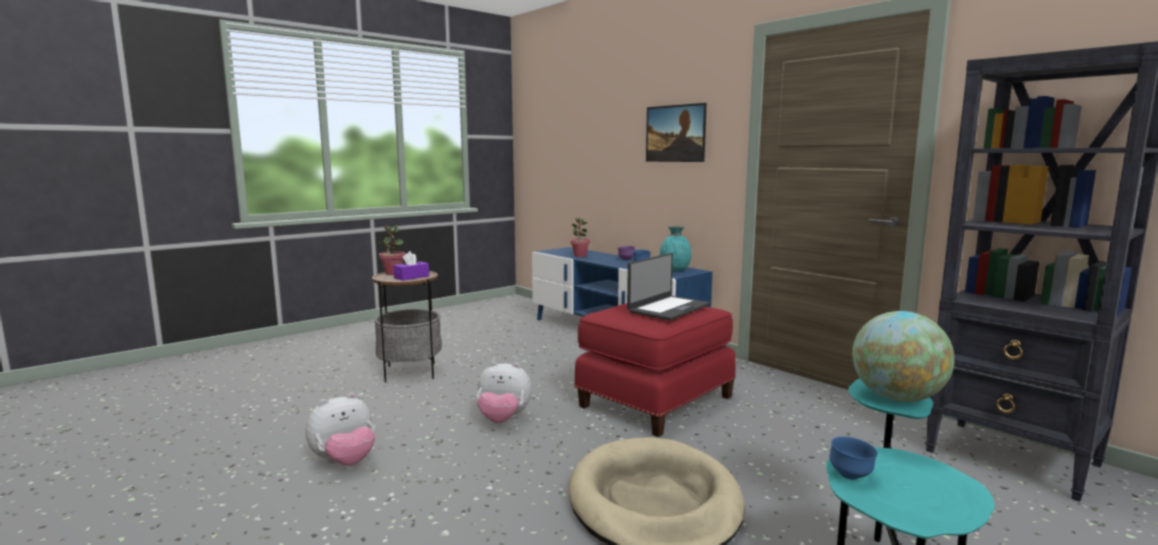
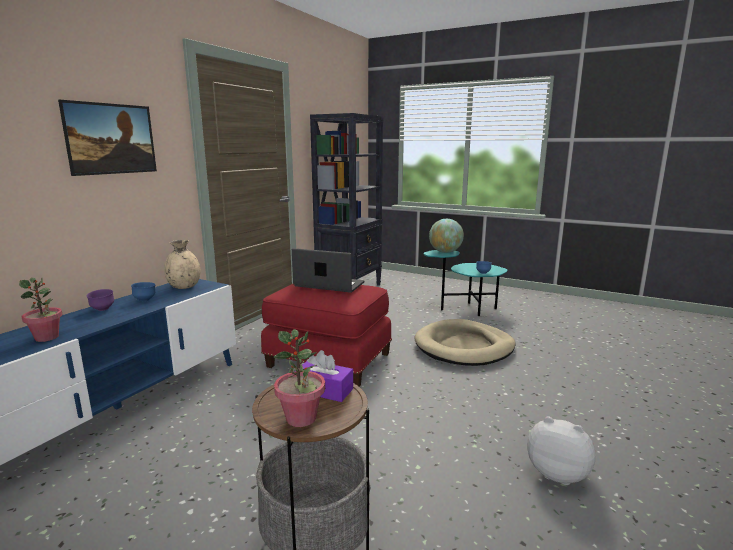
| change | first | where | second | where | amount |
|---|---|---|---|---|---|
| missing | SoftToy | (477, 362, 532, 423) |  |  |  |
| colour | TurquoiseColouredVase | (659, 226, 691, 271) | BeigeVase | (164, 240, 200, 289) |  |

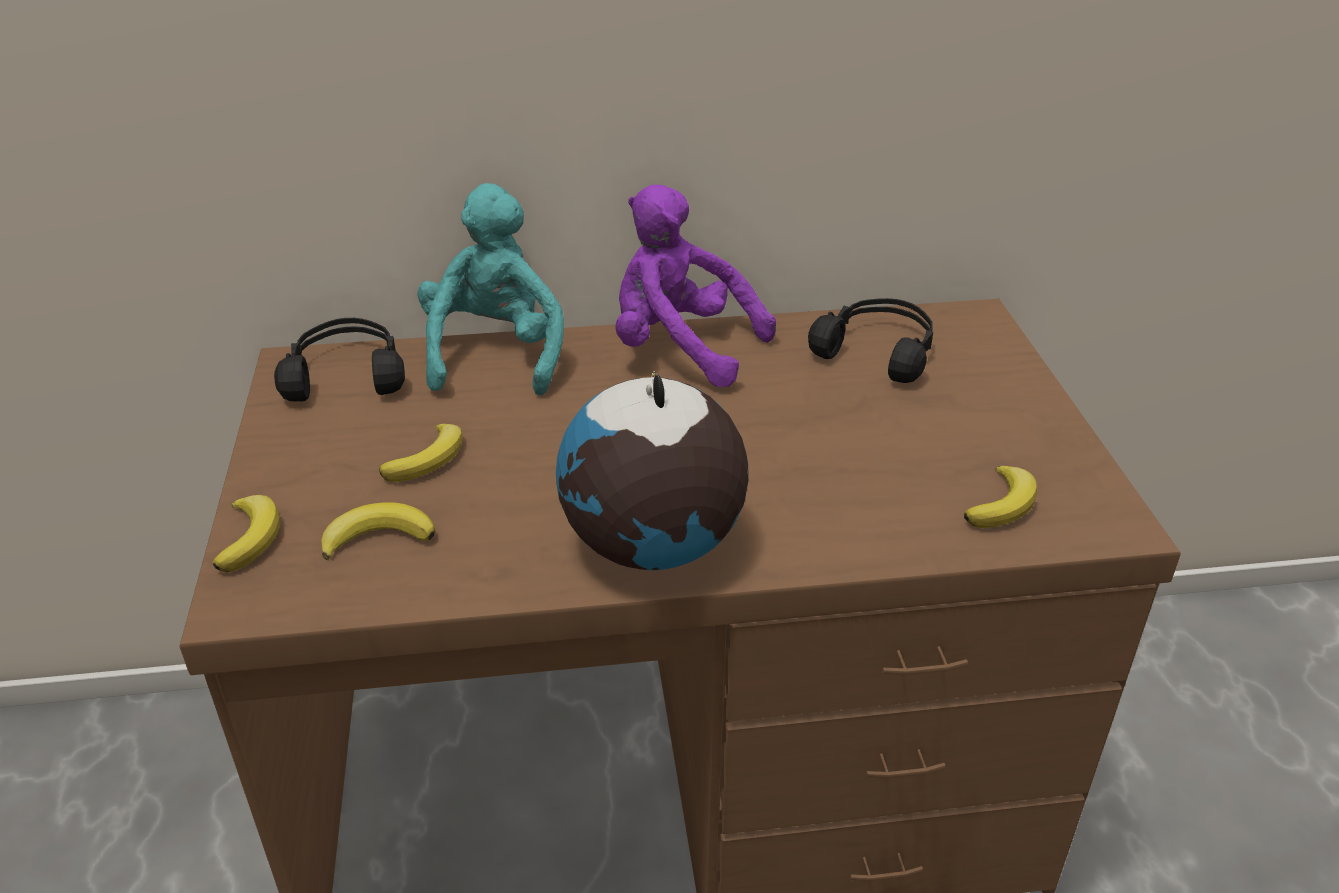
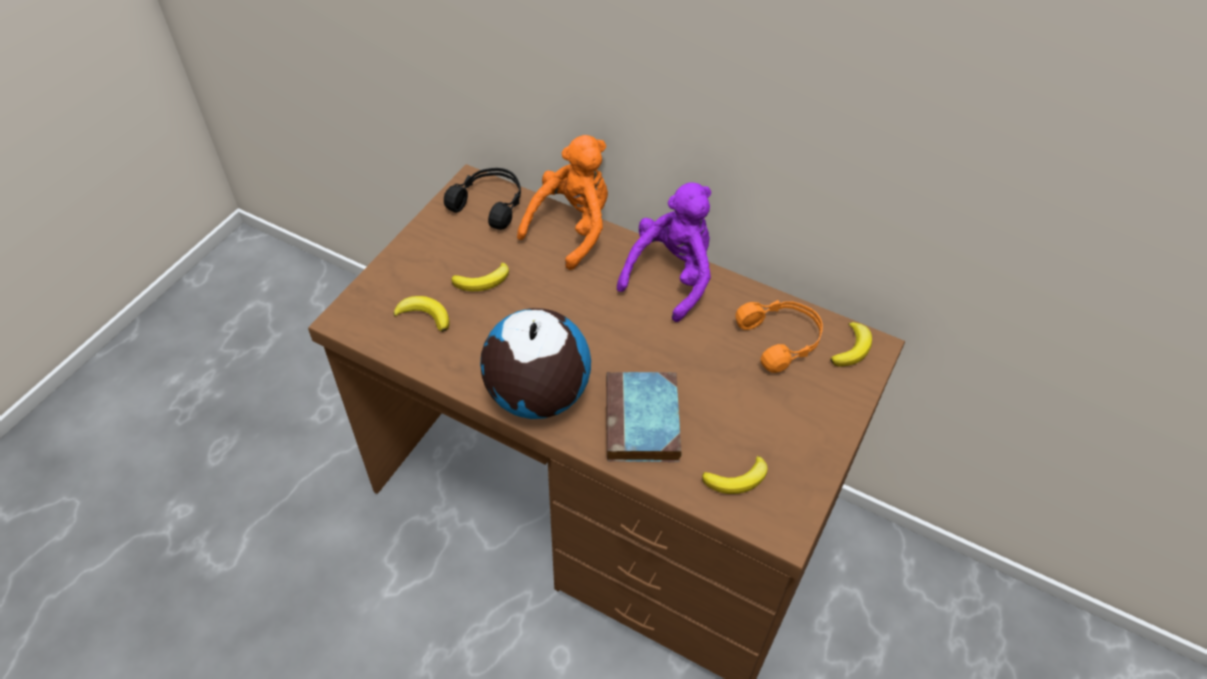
| change | first | where | second | where | amount |
|---|---|---|---|---|---|
| appeared |  |  | Book | (606, 372, 682, 462) |  |
| relocated | WholeBanana | (213, 495, 280, 573) |  | (830, 322, 872, 367) |  |
| colour | TurquoiseColouredSoftToy | (418, 183, 564, 395) | OrangeColouredSoftToy | (517, 135, 608, 270) |  |
| colour | BlackishHeadset | (808, 298, 933, 383) | OrangeColouredHeadset | (736, 300, 823, 373) |  |
| spun | PurpleSoftToy | (615, 185, 776, 387) |  | (617, 182, 711, 322) | 60 degrees clockwise |

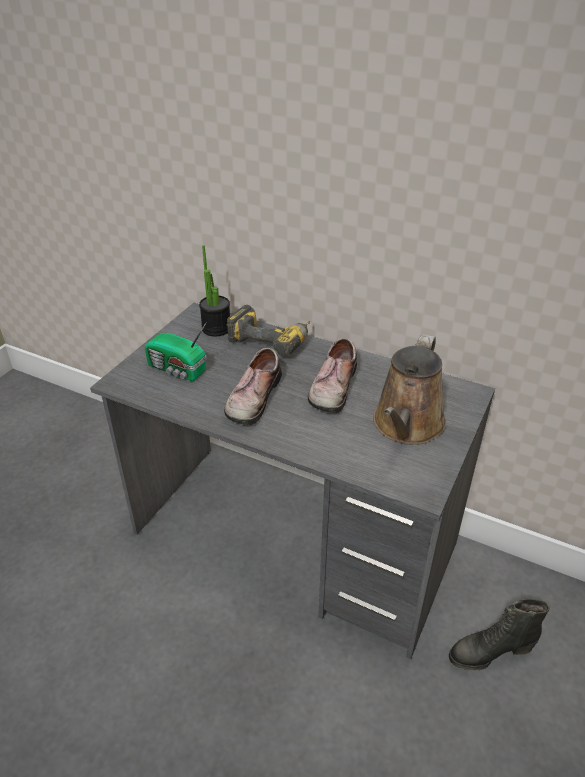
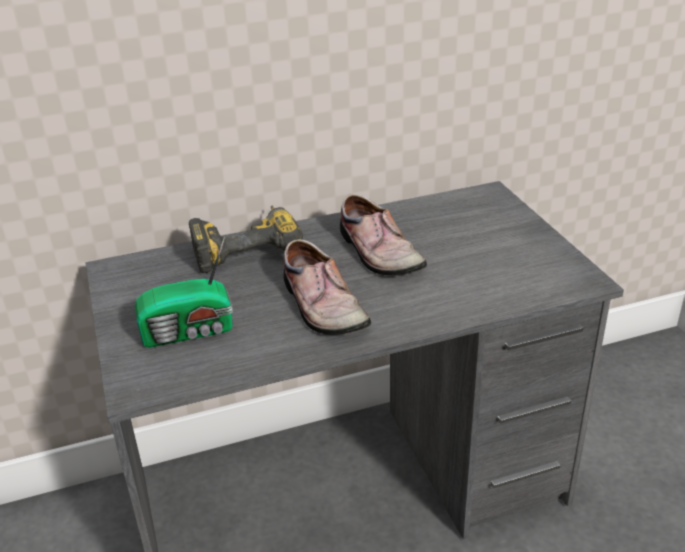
| change | first | where | second | where | amount |
|---|---|---|---|---|---|
| missing | PottedPlant | (199, 245, 230, 336) |  |  |  |
| missing | BrownSprinklingCan | (373, 334, 446, 445) |  |  |  |
| missing | BlackishTallBoot | (449, 598, 550, 671) |  |  |  |

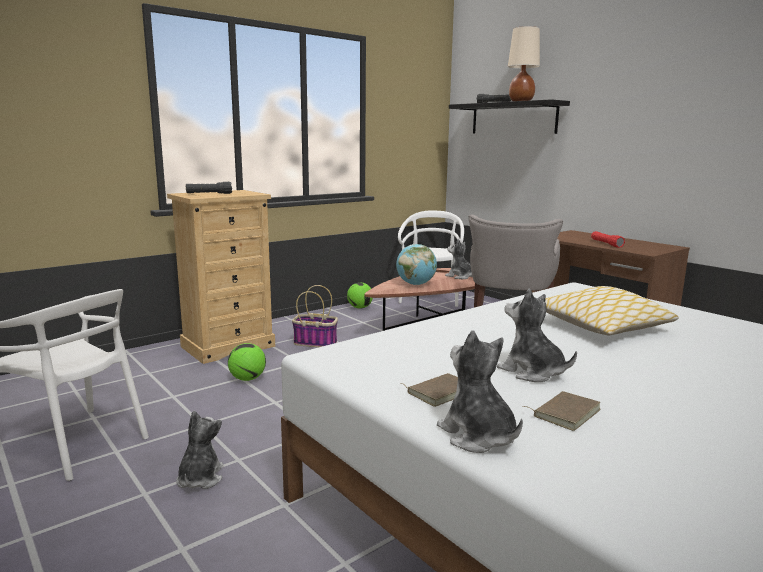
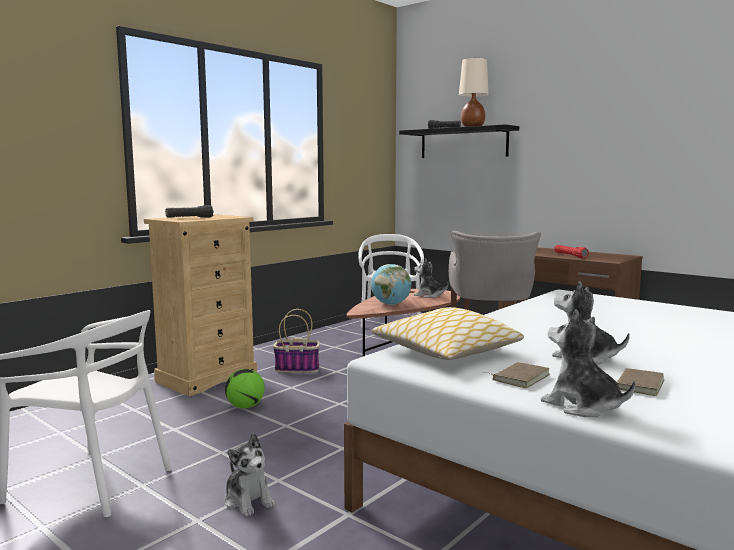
| change | first | where | second | where | amount |
|---|---|---|---|---|---|
| missing | FootballBall | (347, 282, 373, 309) |  |  |  |
| relocated | ThrowPillow | (545, 286, 679, 336) |  | (372, 307, 524, 360) |  |
| spun | SoftToy | (176, 411, 223, 489) |  | (224, 433, 275, 517) | 150 degrees clockwise |

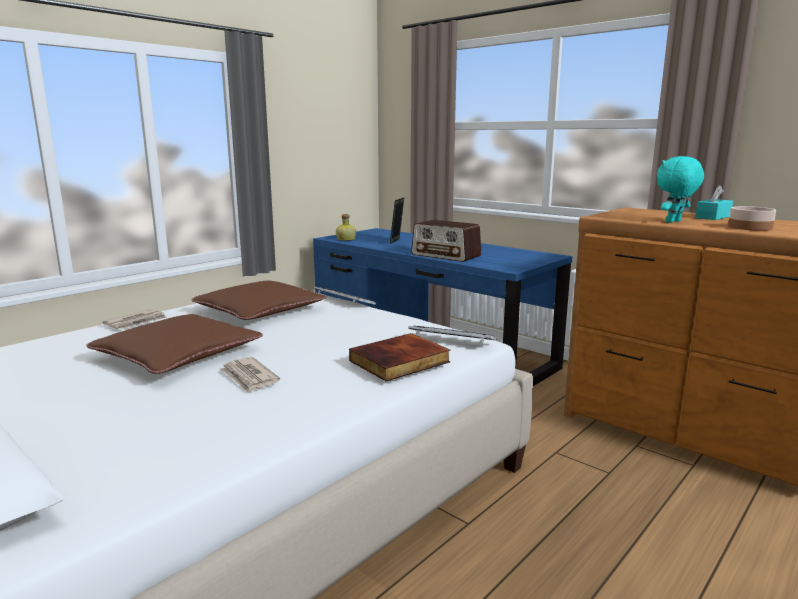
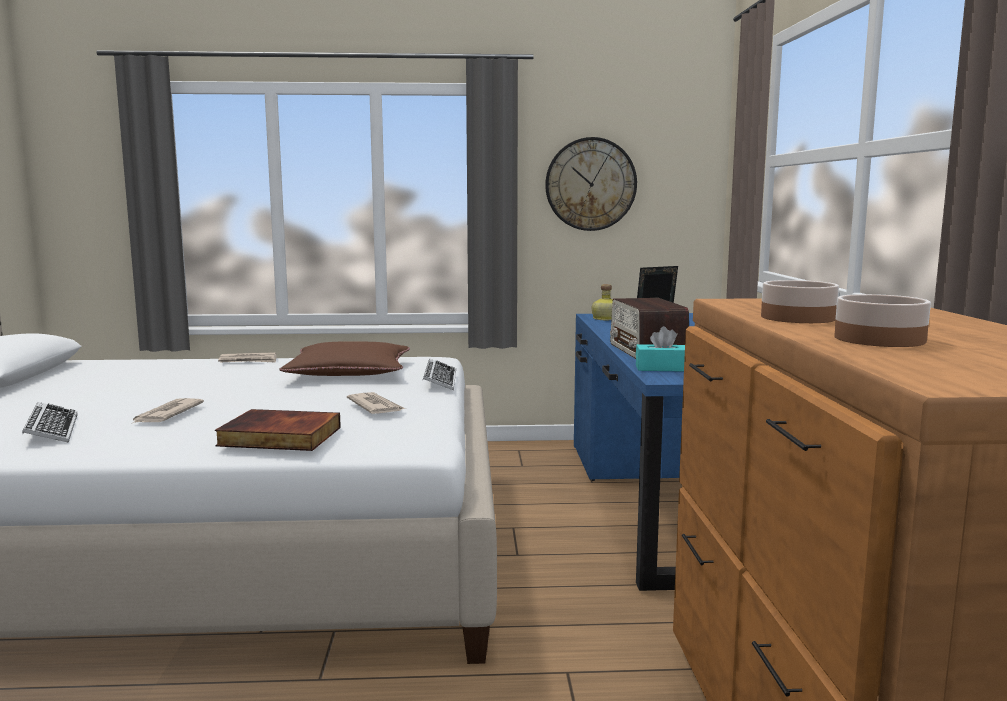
| change | first | where | second | where | amount |
|---|---|---|---|---|---|
| missing | BrownThrowPillow | (86, 314, 263, 374) |  |  |  |
| appeared |  |  | Newspaper | (347, 392, 406, 414) |  |
| appeared |  |  | WallClock | (545, 137, 637, 231) |  |
| relocated | ComputerKeyboard | (408, 326, 496, 341) |  | (22, 402, 78, 443) |  |
| relocated | TurquoiseColouredBoxOfTissues | (695, 185, 733, 220) |  | (636, 326, 685, 372) |  |
| exchanged | TurquoiseColouredSoftToy | (657, 156, 704, 223) | DeepDish | (761, 280, 839, 323) |  |

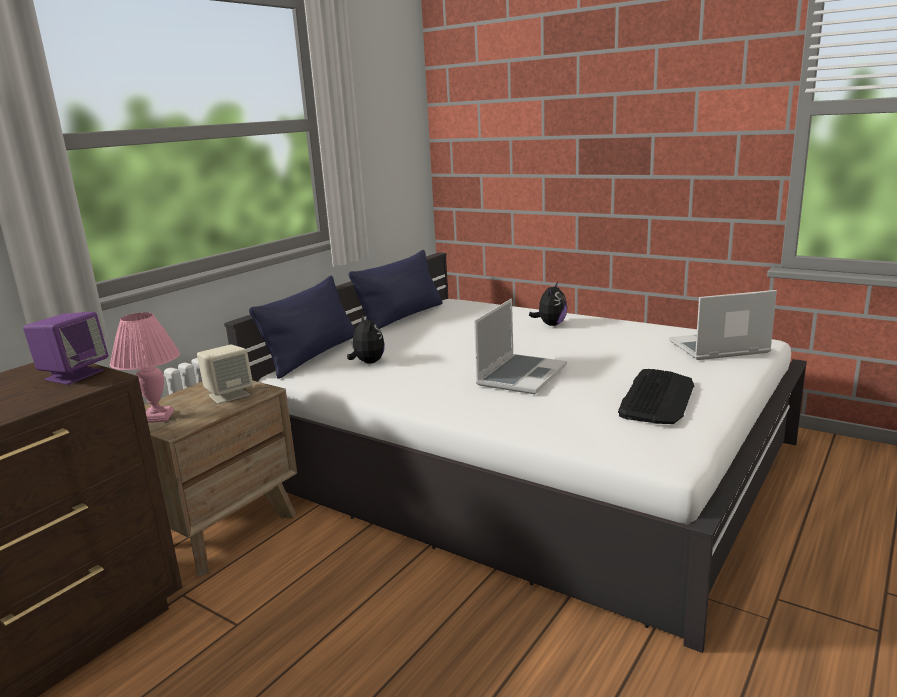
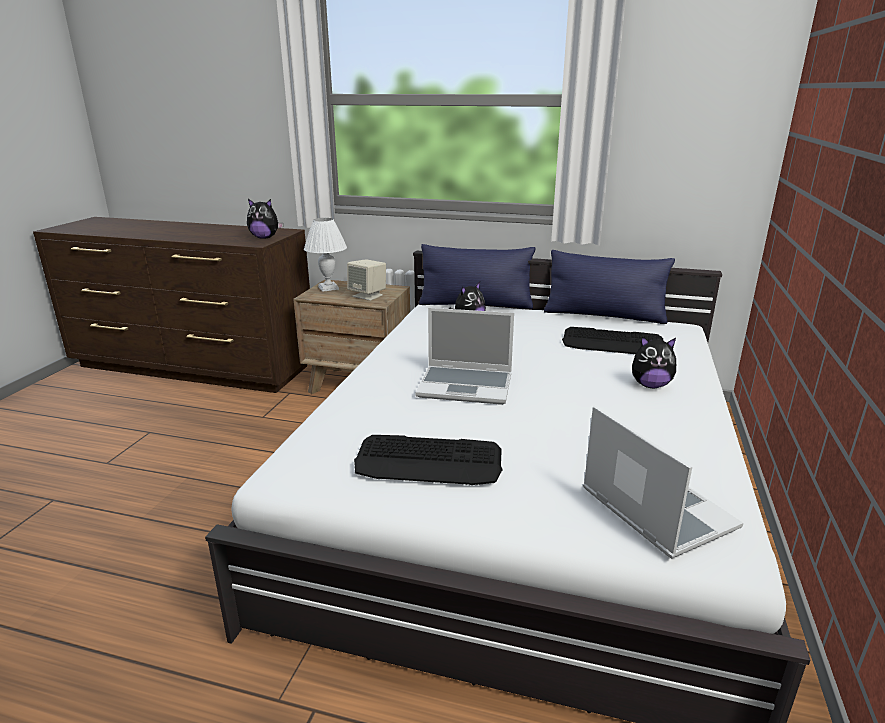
| change | first | where | second | where | amount |
|---|---|---|---|---|---|
| appeared |  |  | ComputerKeyboard | (562, 327, 663, 354) |  |
| exchanged | PurpleAudioSpeaker | (23, 312, 108, 385) | SoftToy | (247, 199, 283, 239) |  |
| colour | PinkTableLamp | (110, 312, 180, 423) | WhitishTableLamp | (304, 218, 347, 292) |  |

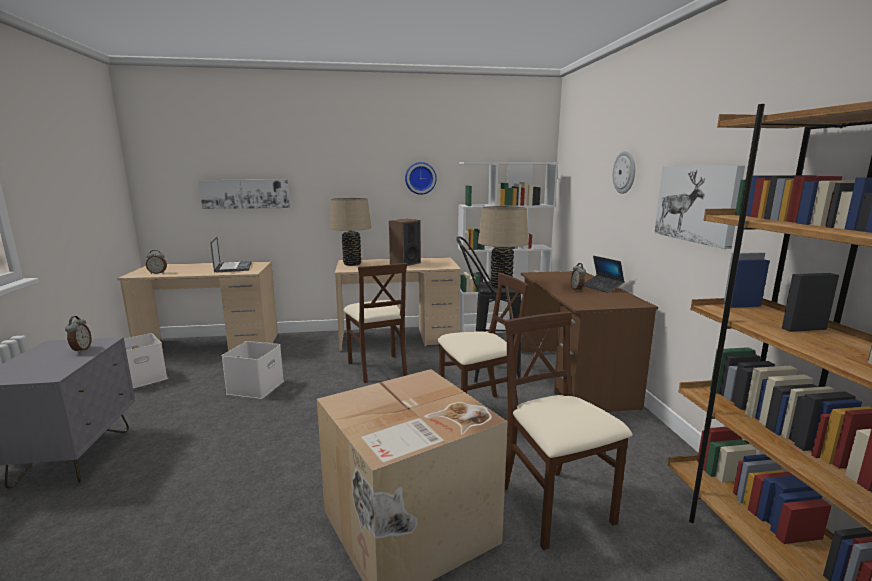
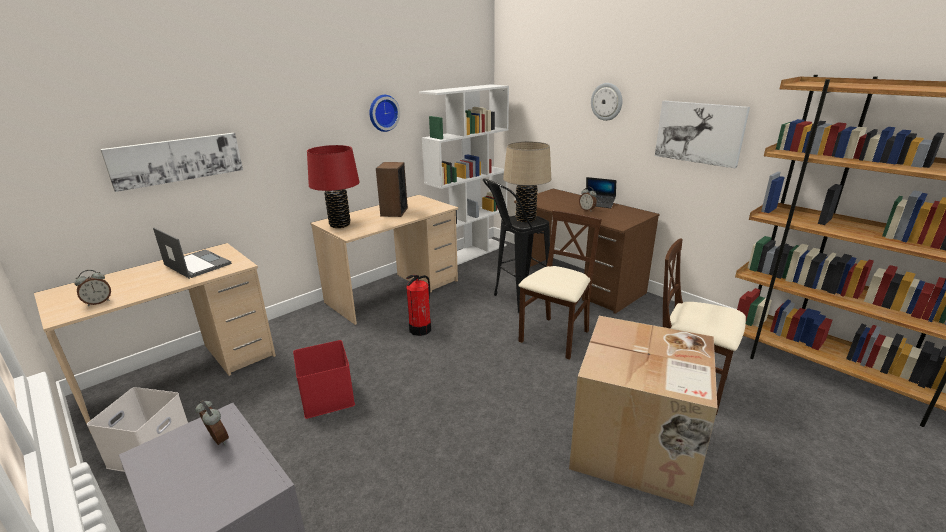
| change | first | where | second | where | amount |
|---|---|---|---|---|---|
| exchanged | BeigePlainChair | (344, 263, 407, 383) | Extinguisher | (406, 275, 431, 336) |  |
| colour | WhitishStorageBox | (221, 341, 284, 399) | RedStorageBox | (293, 340, 355, 419) |  |
| colour | BeigeTableLamp | (329, 198, 372, 266) | RedTableLamp | (307, 145, 360, 228) |  |

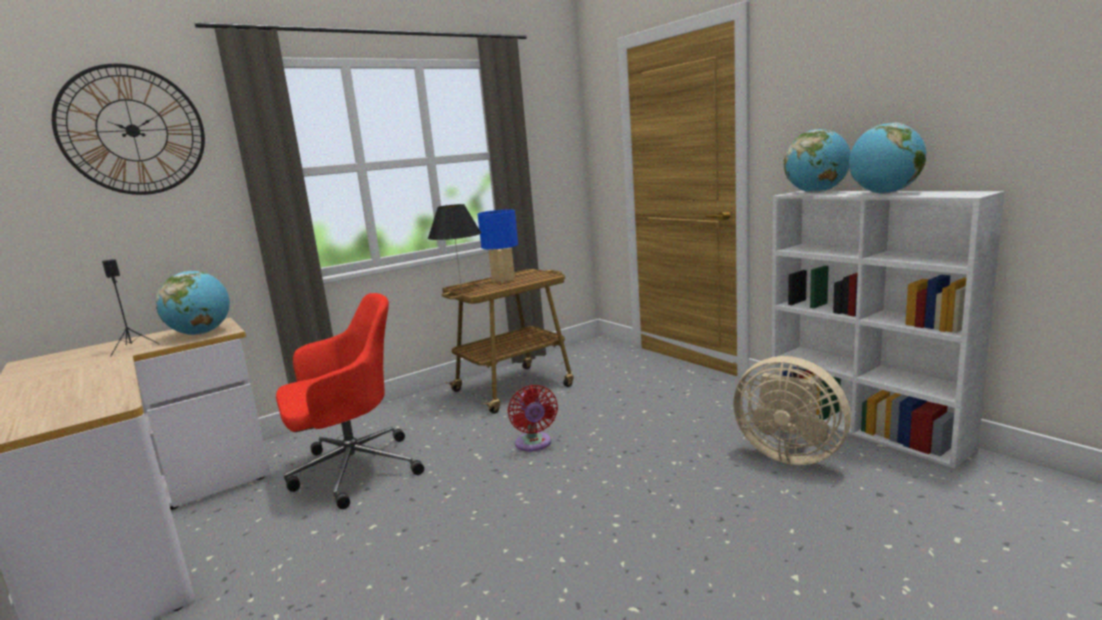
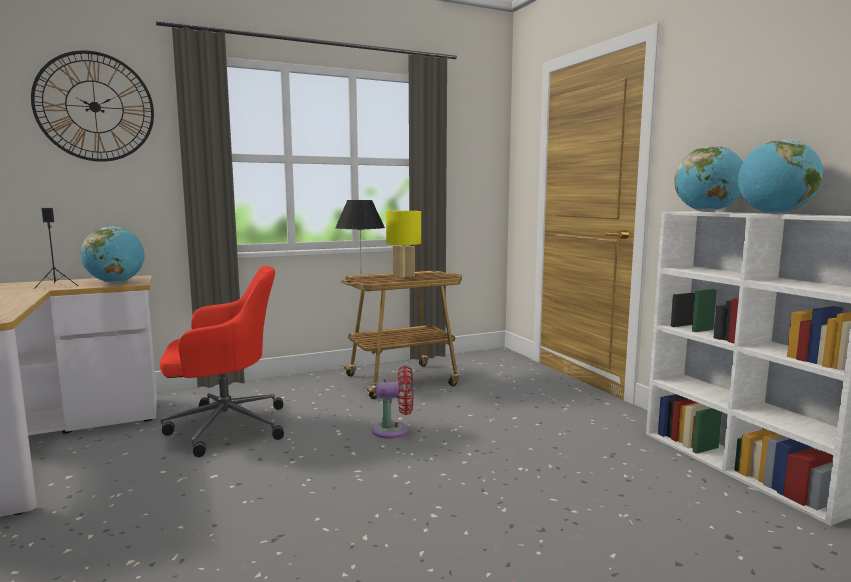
| change | first | where | second | where | amount |
|---|---|---|---|---|---|
| missing | BeigeFan | (733, 356, 851, 465) |  |  |  |
| colour | BlueColouredTableLamp | (477, 210, 518, 283) | YellowishTableLamp | (386, 211, 421, 278) |  |
| spun | RedFan | (507, 385, 558, 451) |  | (372, 366, 413, 438) | 90 degrees counterclockwise |

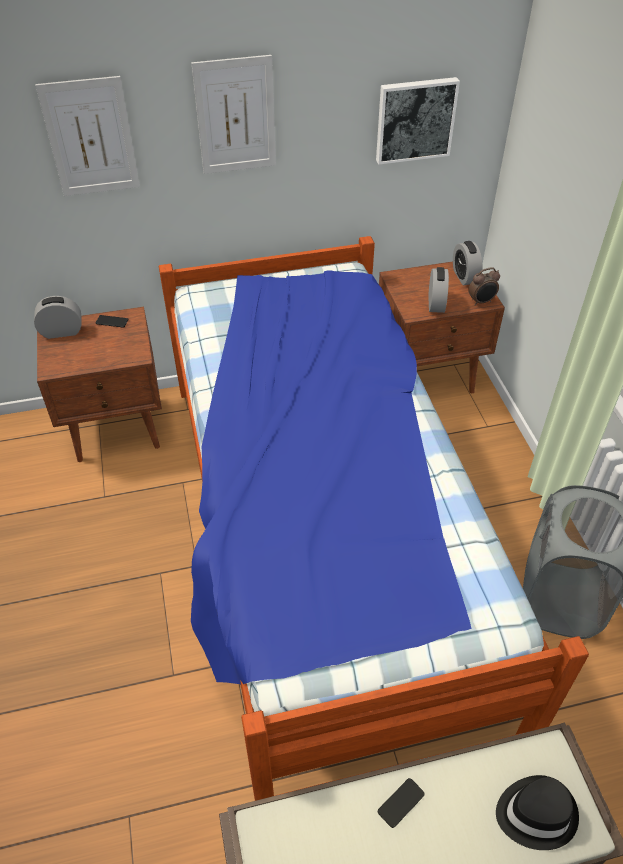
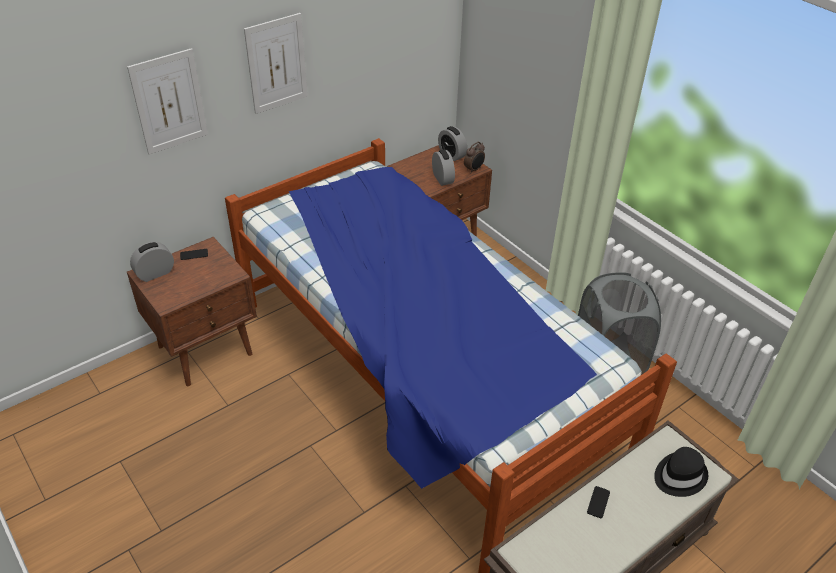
| change | first | where | second | where | amount |
|---|---|---|---|---|---|
| missing | Picture | (376, 77, 460, 164) |  |  |  |

